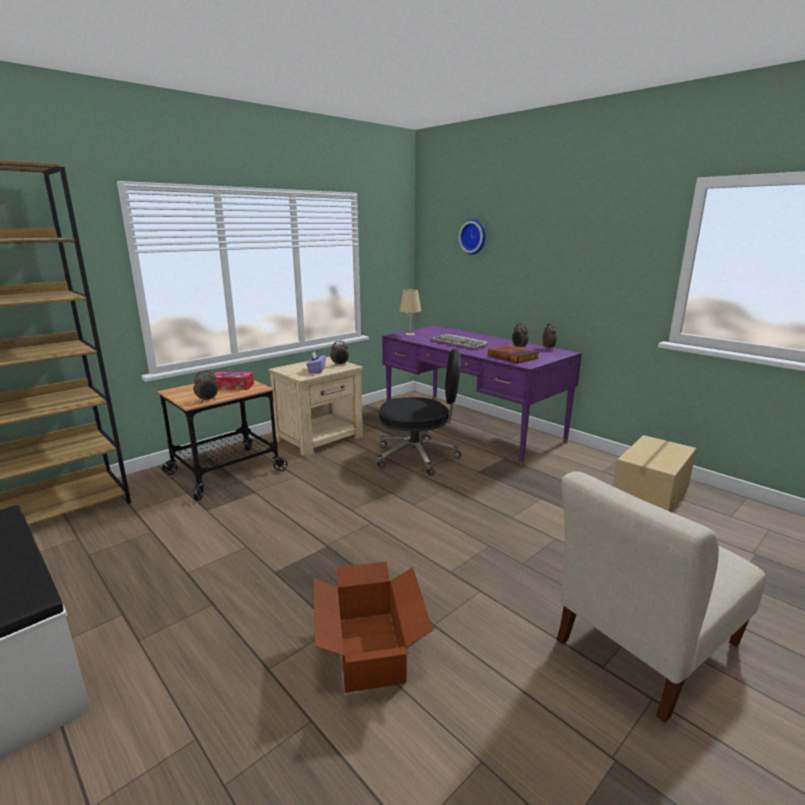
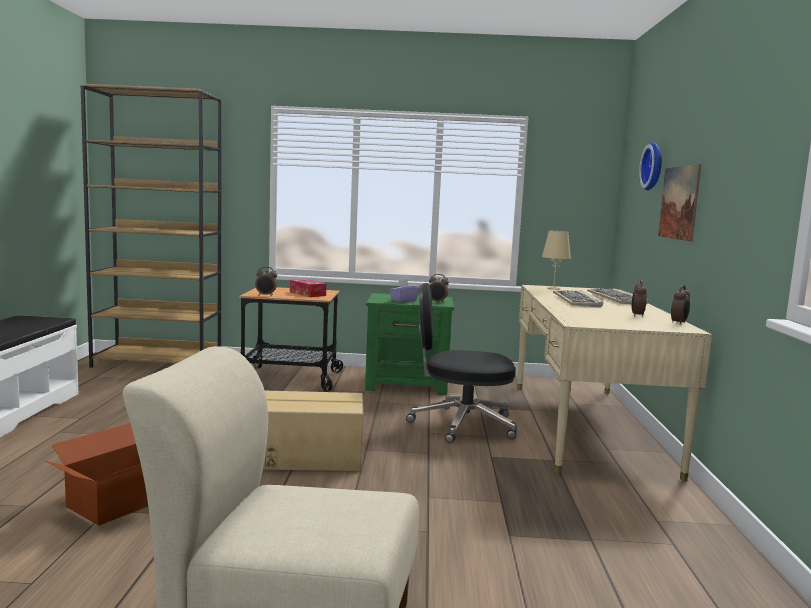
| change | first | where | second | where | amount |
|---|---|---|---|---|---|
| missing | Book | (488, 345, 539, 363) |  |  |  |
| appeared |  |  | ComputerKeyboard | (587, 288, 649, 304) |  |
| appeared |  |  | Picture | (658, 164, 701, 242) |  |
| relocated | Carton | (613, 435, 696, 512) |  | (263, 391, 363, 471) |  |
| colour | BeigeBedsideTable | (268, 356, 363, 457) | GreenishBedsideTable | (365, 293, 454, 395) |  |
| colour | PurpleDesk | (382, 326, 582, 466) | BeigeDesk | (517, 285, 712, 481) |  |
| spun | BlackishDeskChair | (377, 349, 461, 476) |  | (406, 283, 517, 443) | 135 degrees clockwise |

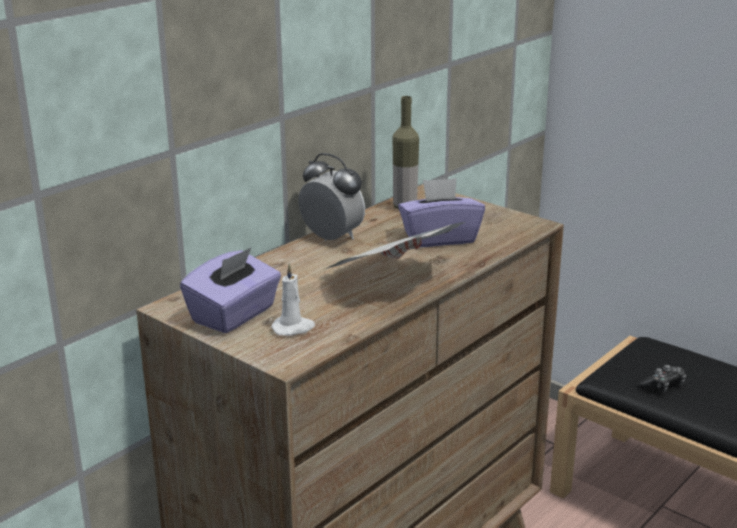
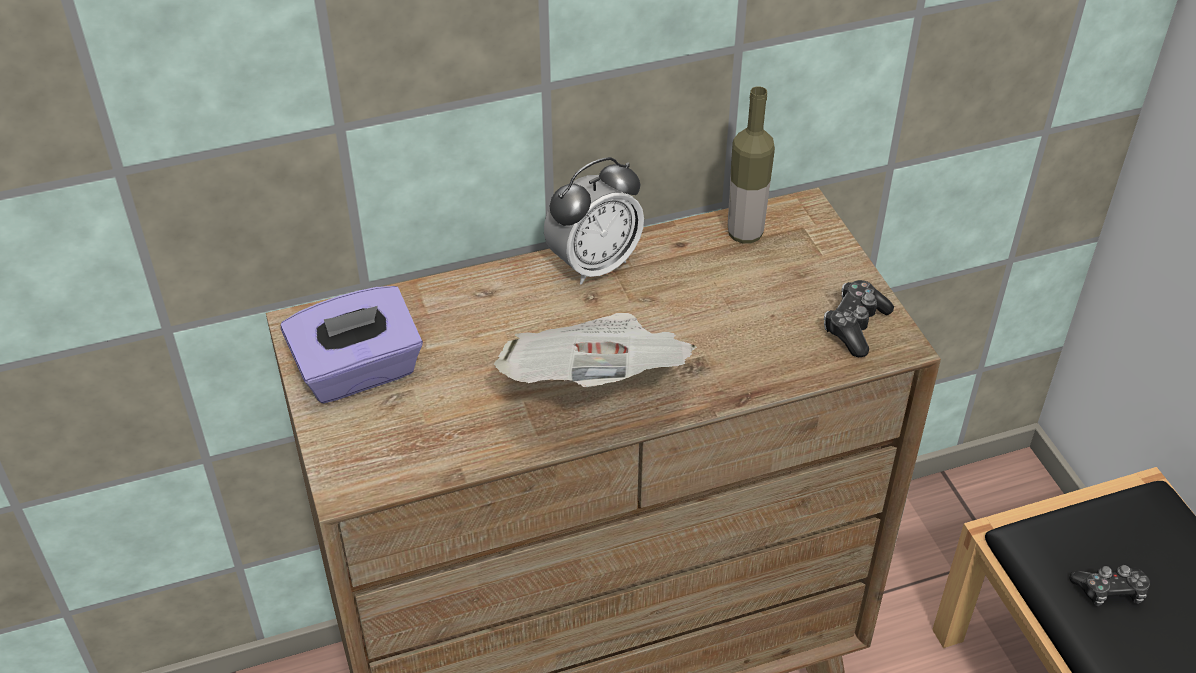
| change | first | where | second | where | amount |
|---|---|---|---|---|---|
| missing | WhitishWaxCandle | (271, 263, 315, 336) |  |  |  |
| missing | PurpleBoxOfTissues | (398, 178, 485, 247) |  |  |  |
| appeared |  |  | GameController | (824, 280, 894, 357) |  |
| spun | TableClock | (298, 153, 365, 241) |  | (544, 157, 644, 285) | 75 degrees clockwise |

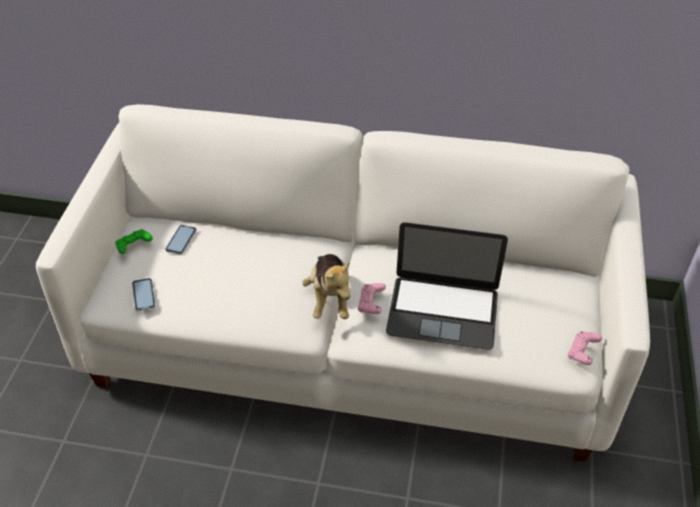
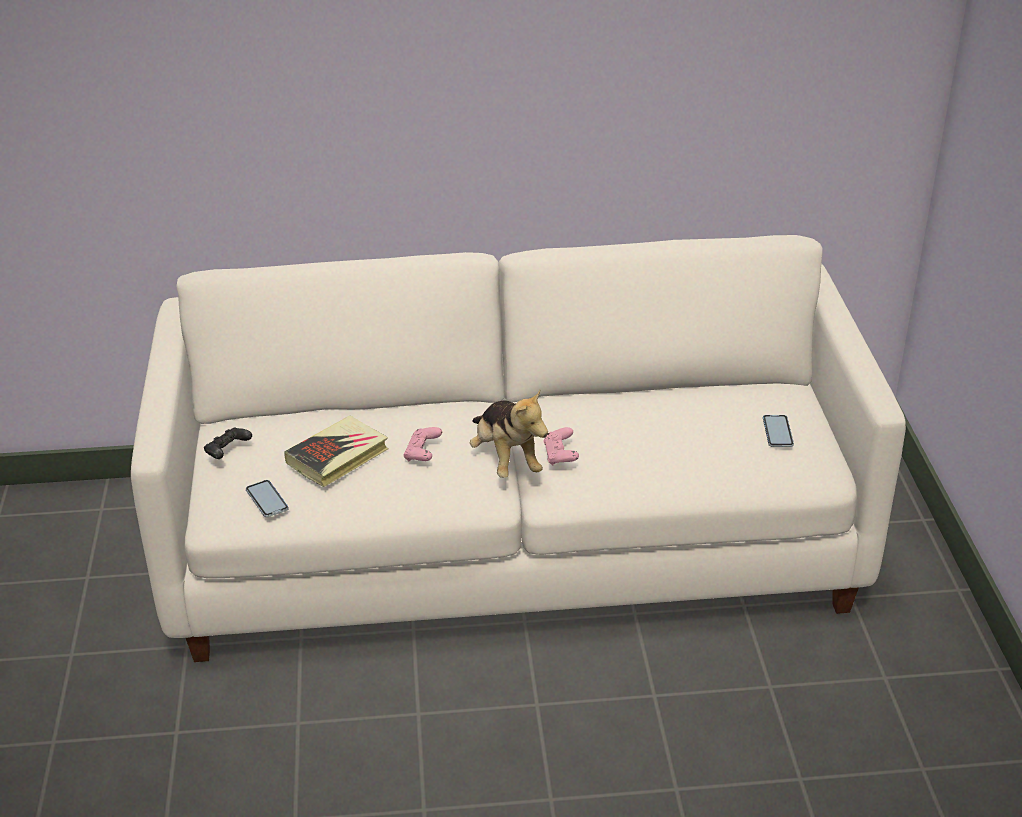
| change | first | where | second | where | amount |
|---|---|---|---|---|---|
| missing | Laptop | (386, 222, 508, 350) |  |  |  |
| appeared |  |  | Book | (284, 416, 388, 487) |  |
| relocated | Handset | (165, 225, 197, 255) |  | (763, 415, 794, 447) |  |
| relocated | PinkGameController | (567, 331, 602, 365) |  | (404, 427, 442, 461) |  |
| colour | GreenishGameController | (115, 229, 153, 254) | BlackishGameController | (204, 428, 252, 459) |  |

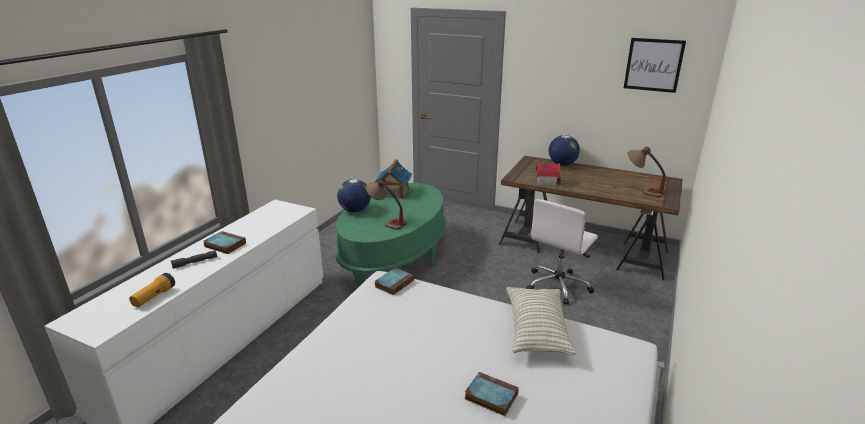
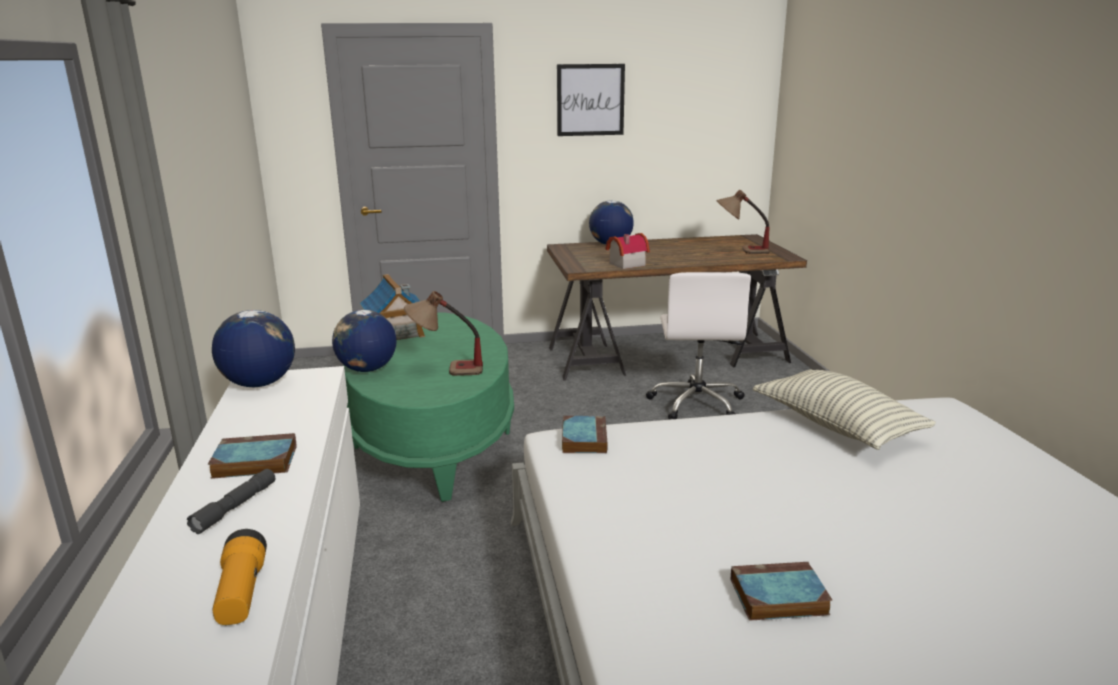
| change | first | where | second | where | amount |
|---|---|---|---|---|---|
| appeared |  |  | WorldGlobe | (212, 310, 295, 387) |  |
| relocated | Book | (465, 372, 519, 416) |  | (731, 562, 833, 621) |  |
| relocated | Picture | (624, 38, 686, 93) |  | (557, 64, 625, 136) |  |

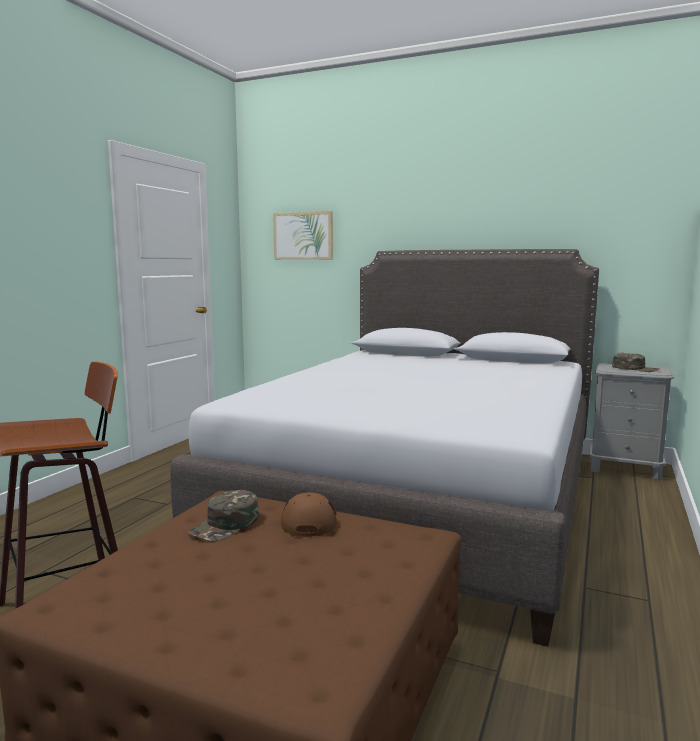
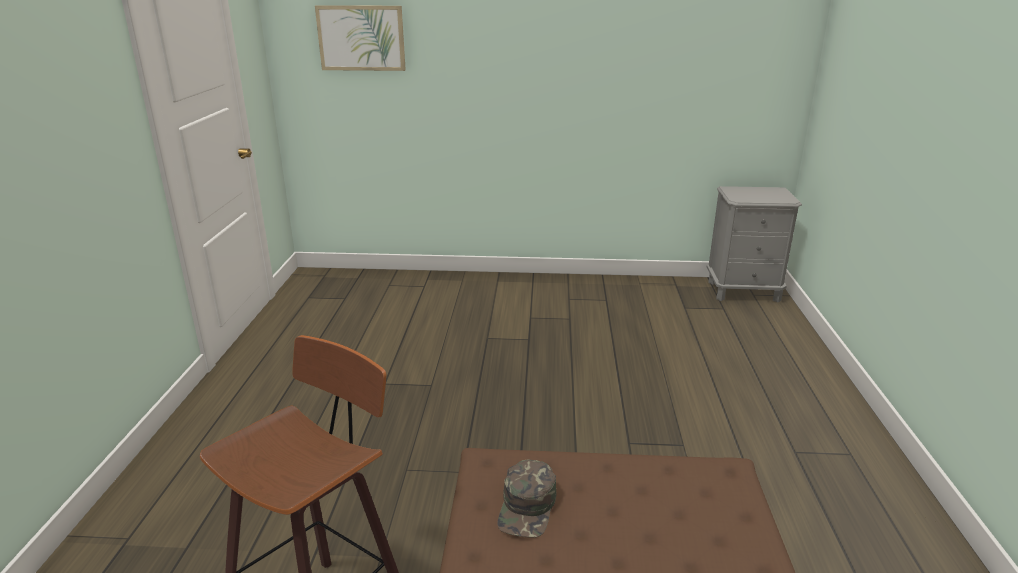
| change | first | where | second | where | amount |
|---|---|---|---|---|---|
| missing | GreyishSleepingBed | (170, 249, 599, 647) |  |  |  |
| missing | BrownPeakedCap | (281, 492, 337, 537) |  |  |  |
| missing | GreenishPeakedCap | (612, 353, 660, 372) |  |  |  |

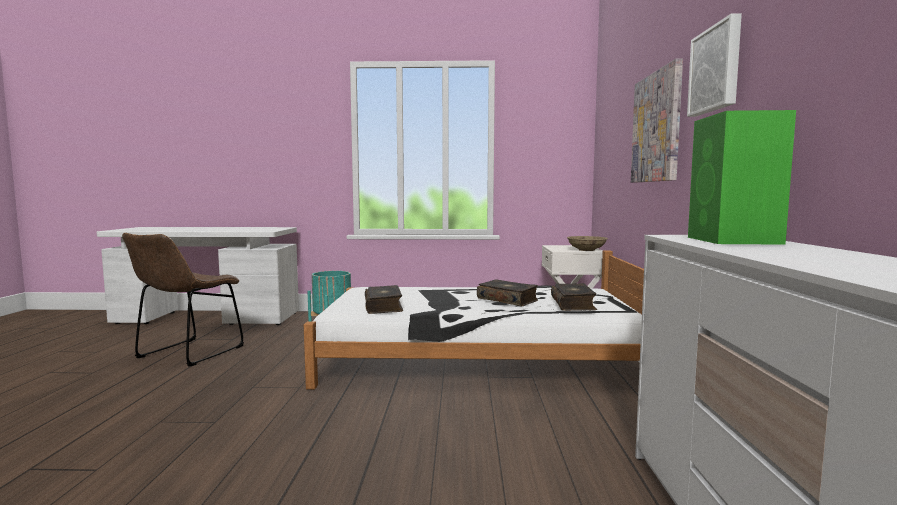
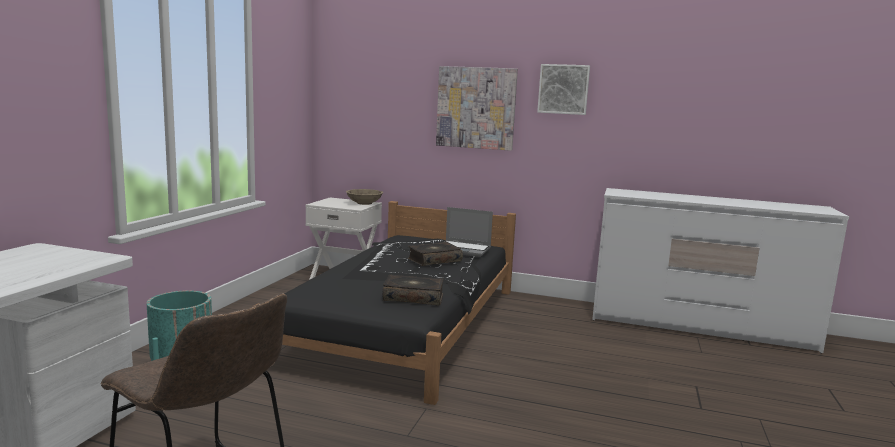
| change | first | where | second | where | amount |
|---|---|---|---|---|---|
| missing | GreenishAudioSpeaker | (688, 110, 796, 245) |  |  |  |
| exchanged | Book | (551, 283, 597, 311) | Laptop | (444, 207, 493, 257) |  |
| colour | WhitishSleepingBed | (304, 250, 644, 390) | BlackishSleepingBed | (252, 201, 516, 405) |  |

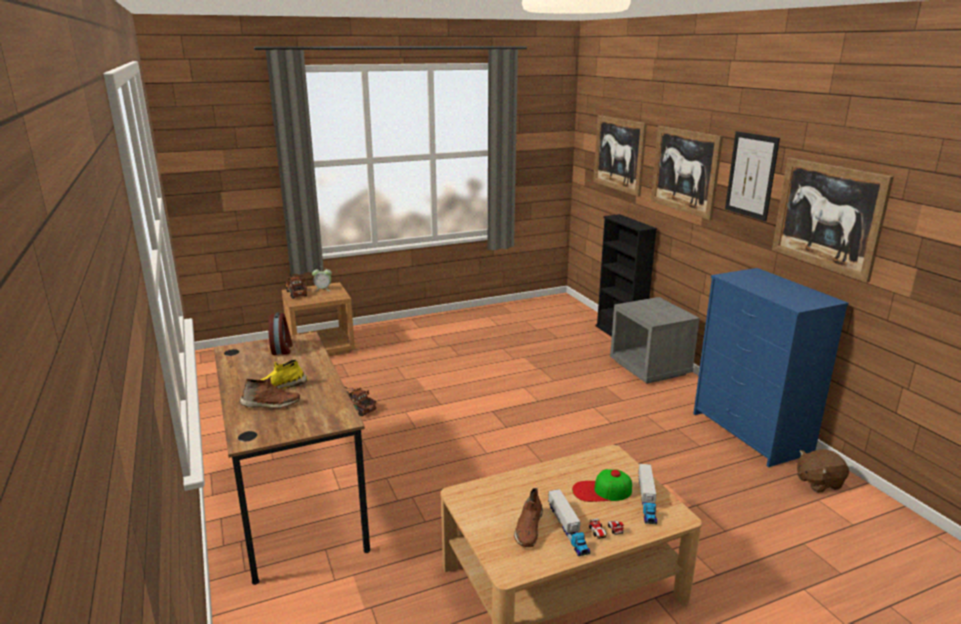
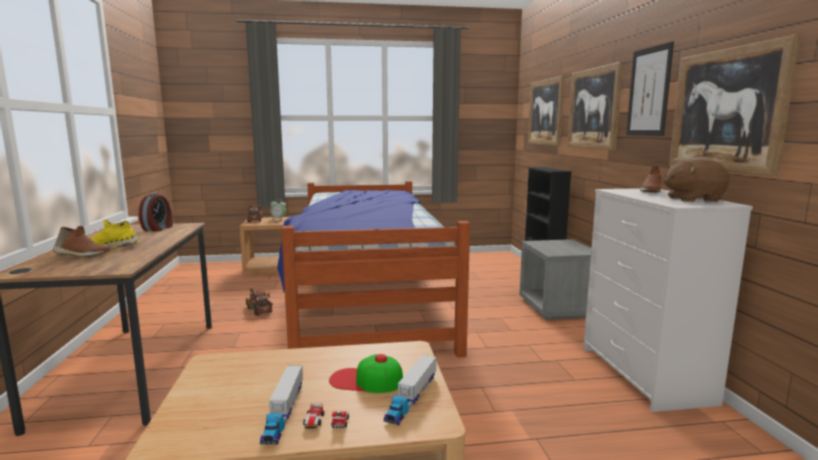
| change | first | where | second | where | amount |
|---|---|---|---|---|---|
| appeared |  |  | SleepingBed | (277, 181, 470, 358) |  |
| relocated | BrownLowShoe | (514, 488, 543, 547) |  | (640, 165, 661, 193) |  |
| relocated | BrownSoftToy | (797, 449, 849, 493) |  | (663, 159, 730, 202) |  |
| colour | BlueColouredDresser | (693, 268, 849, 467) | WhitishDresser | (583, 188, 753, 412) |  |

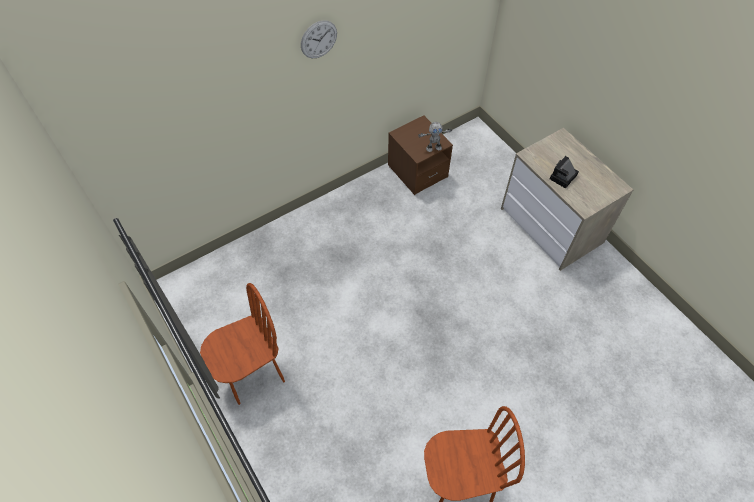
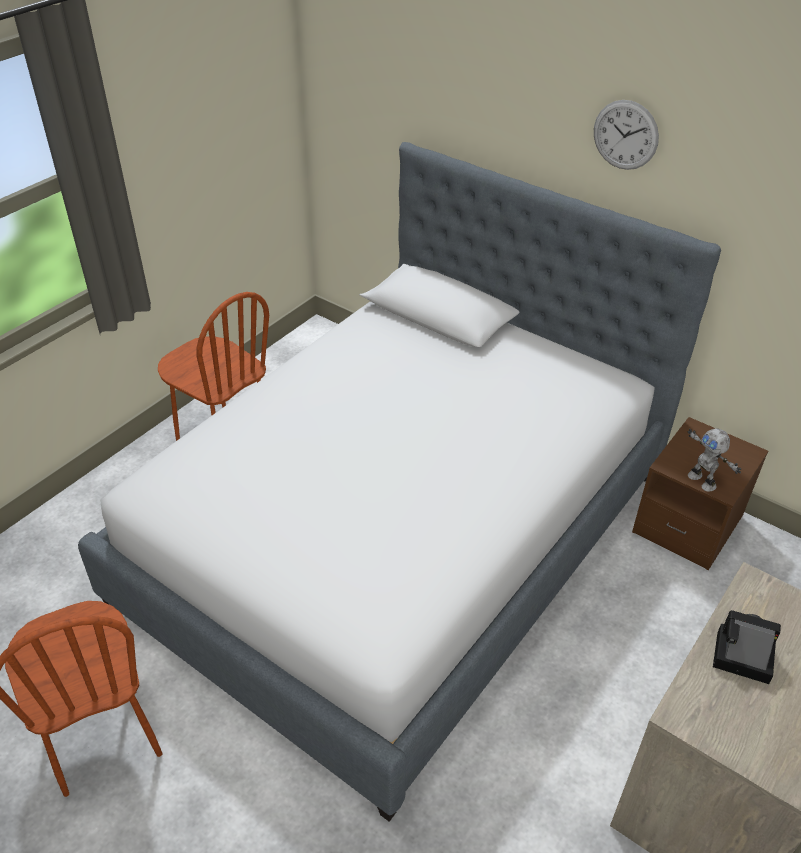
| change | first | where | second | where | amount |
|---|---|---|---|---|---|
| appeared |  |  | SleepingBed | (78, 142, 721, 822) |  |

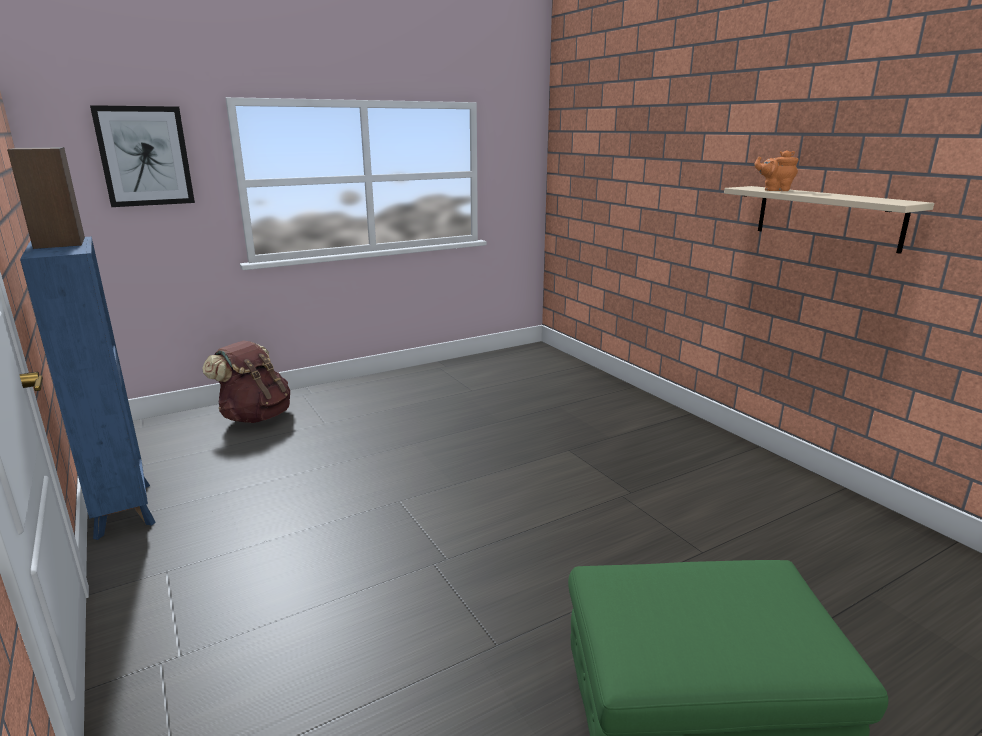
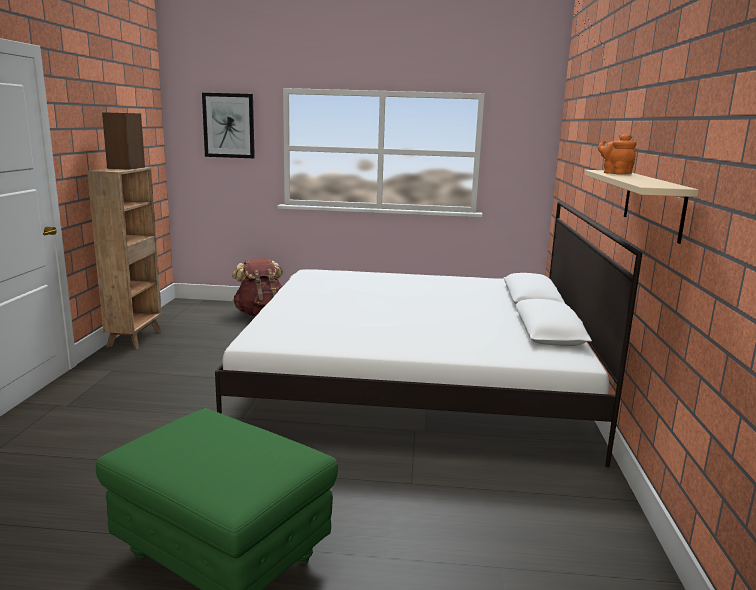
| change | first | where | second | where | amount |
|---|---|---|---|---|---|
| appeared |  |  | WhitishSleepingBed | (215, 201, 642, 467) |  |
| colour | BlueColouredBookcase | (20, 237, 156, 540) | BrownBookcase | (87, 167, 162, 349) |  |

